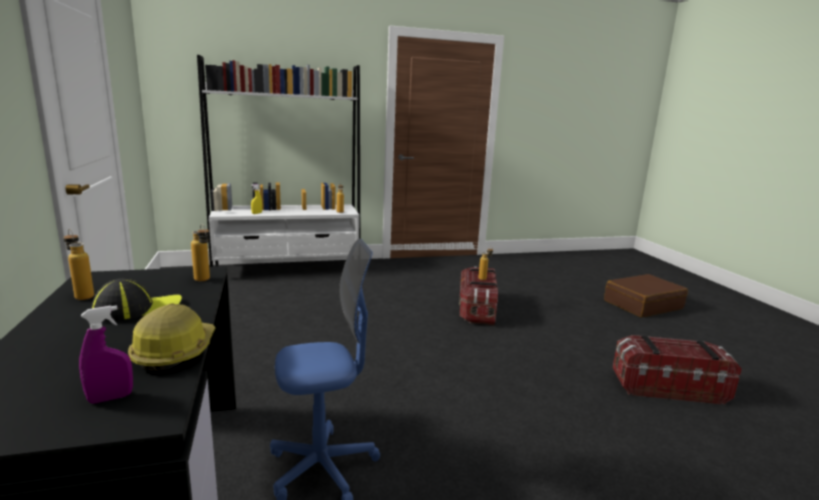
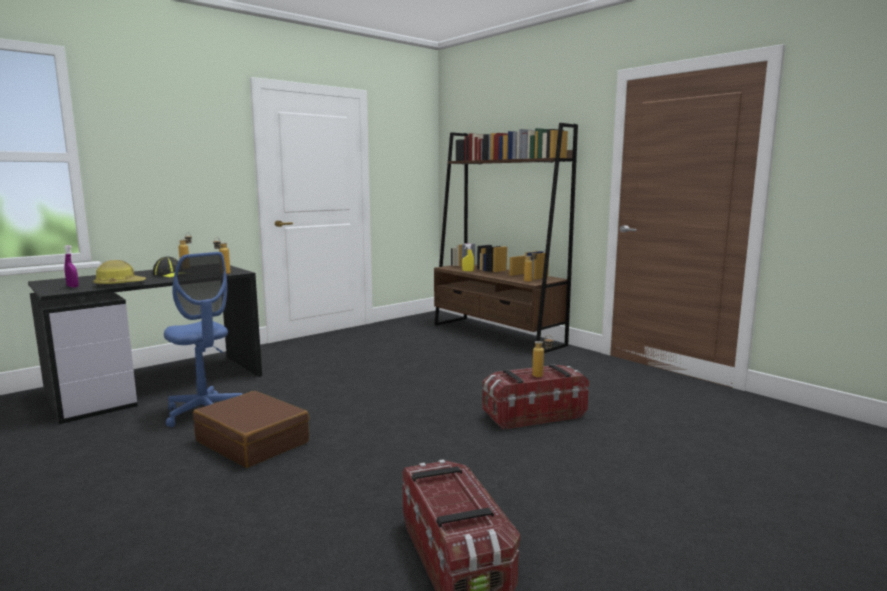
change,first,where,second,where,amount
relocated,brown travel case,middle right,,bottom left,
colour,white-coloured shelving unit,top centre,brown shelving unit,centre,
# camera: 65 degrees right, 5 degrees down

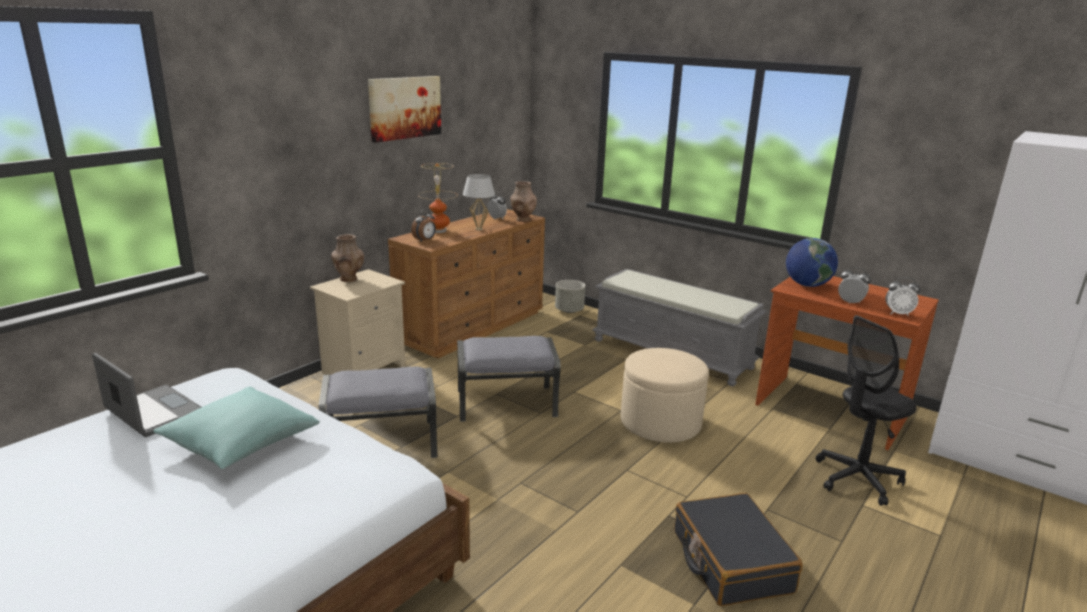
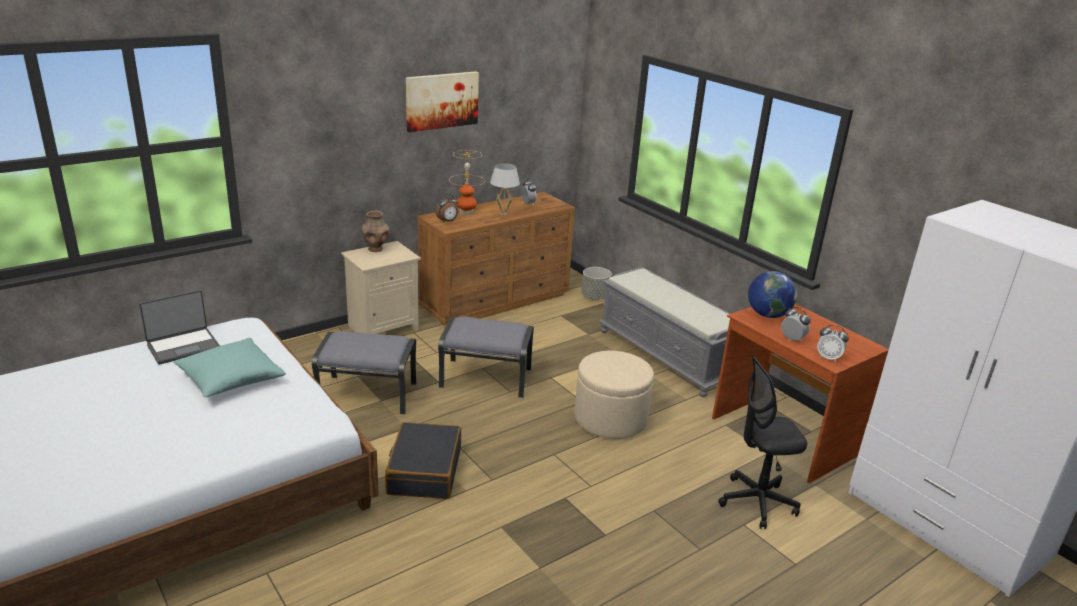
change,first,where,second,where,amount
spun,notebook computer,middle left,,middle left,90 degrees clockwise
relocated,blackish travel case,bottom right,,bottom centre,
missing,brown decorative vase (no. 2 from left),top centre,,,
# camera: 15 degrees right, 5 degrees up

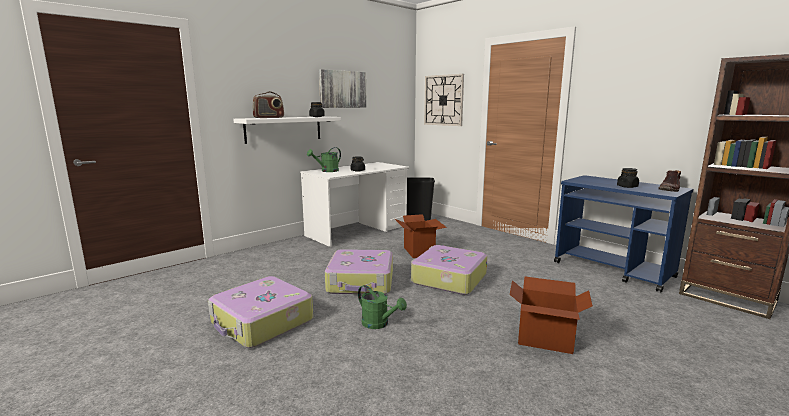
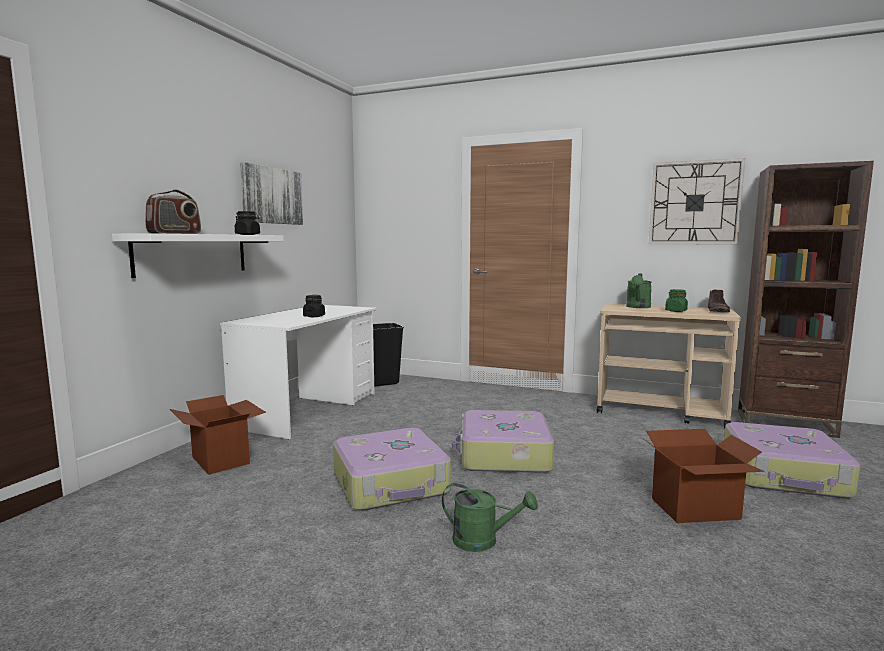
change,first,where,second,where,amount
relocated,cardboard box (no. 1 from left),centre,,bottom left,
colour,bluish trolley,middle right,beige-coloured trolley,middle right,
relocated,green sprinkling can (no. 1 from left in the first image),centre,green sprinkling can (no. 2 from left),middle right,
relocated,clock on the wall,top centre,,top right,
colour,blackish jar (no. 3 from left),middle right,green jar,middle right,
relocated,travel case (no. 1 from left in the first image),bottom left,travel case (no. 3 from left),bottom right,
# camera: 25 degrees left, 5 degrees down

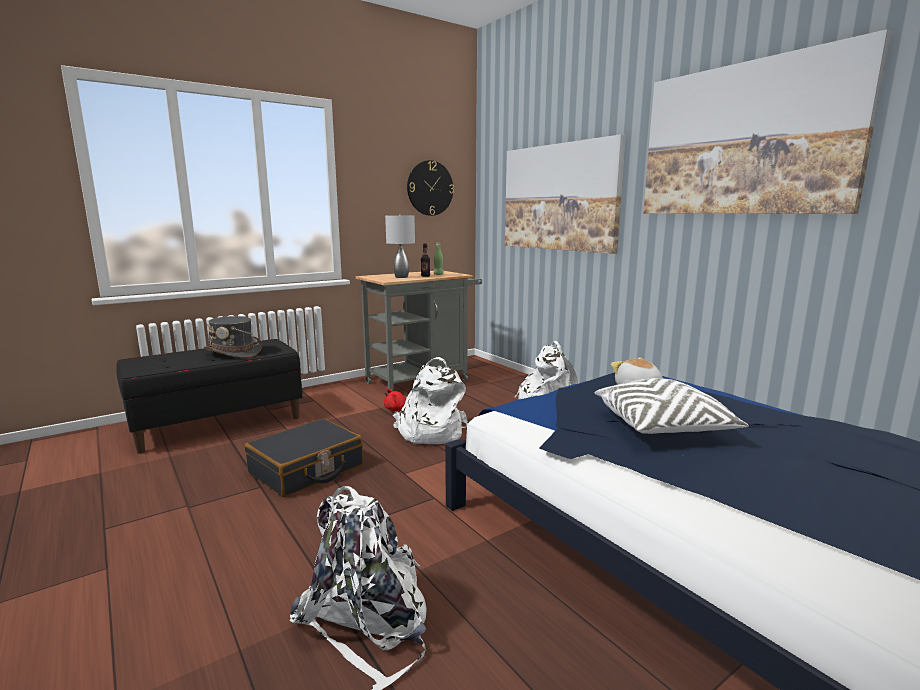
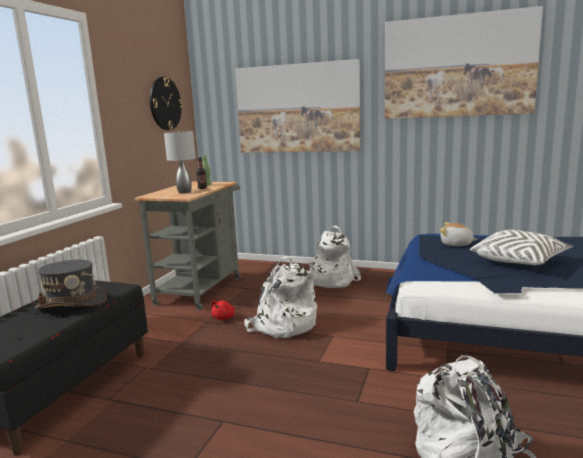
change,first,where,second,where,amount
missing,blackish travel case,middle left,,,
# camera: 35 degrees left, 0 degrees up

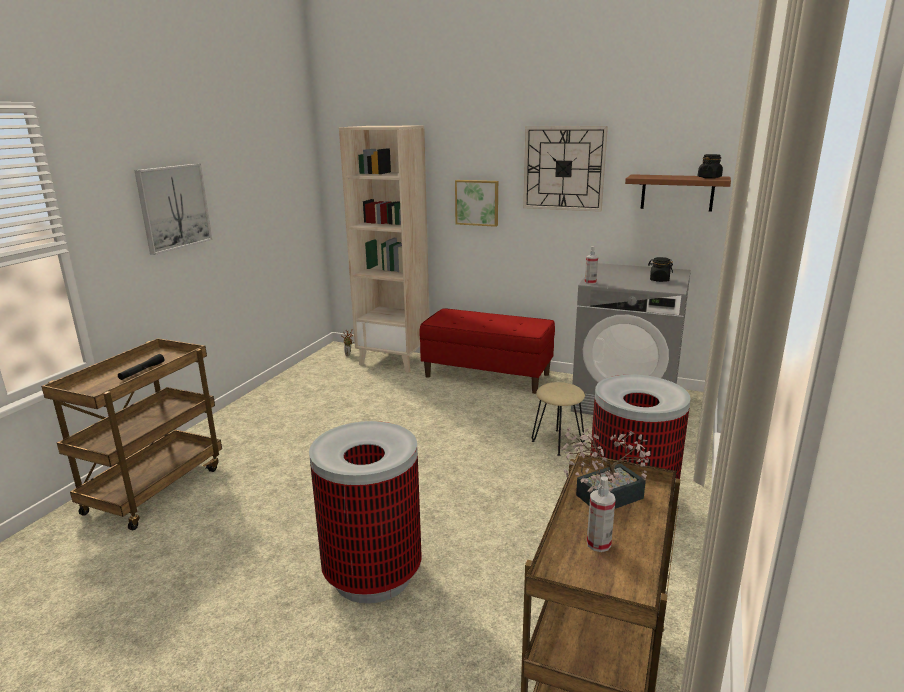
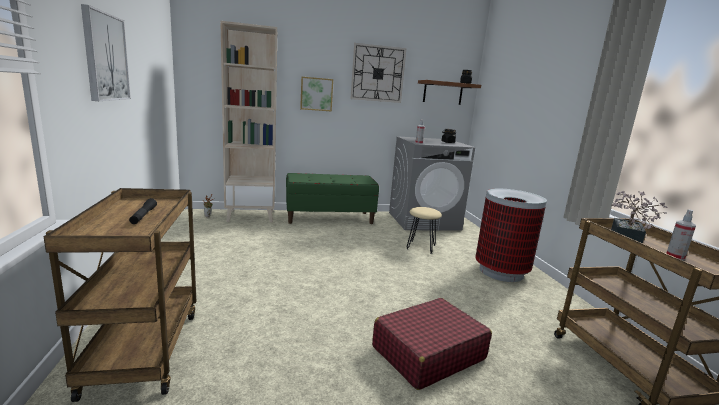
change,first,where,second,where,amount
colour,red indoor bench,centre,green indoor bench,centre,
exchanged,rubbish bin (no. 1 from left),bottom centre,red travel case,bottom centre,
# camera: 35 degrees left, 5 degrees down

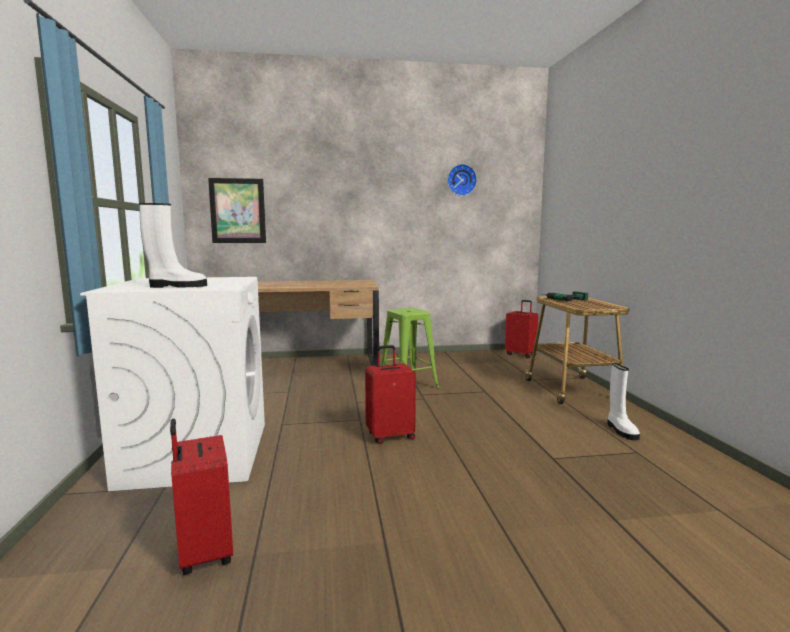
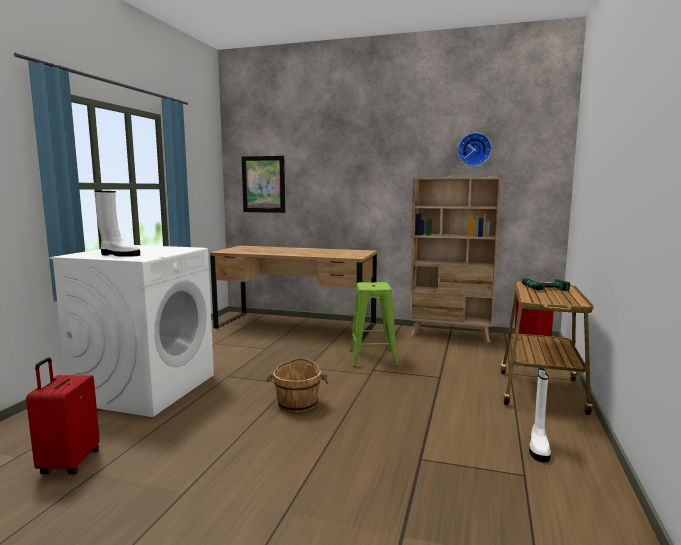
change,first,where,second,where,amount
exchanged,red travel case (no. 2 from left),centre,brown bucket,bottom centre,
appeared,,,beige-coloured shelving unit,middle right,
# camera: 25 degrees right, 0 degrees up

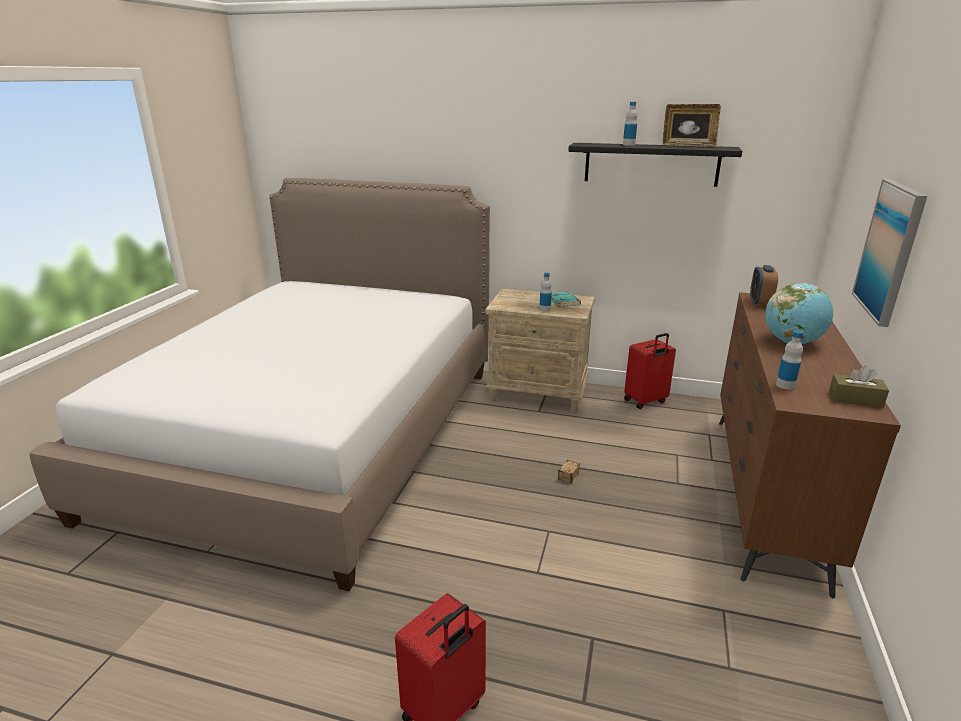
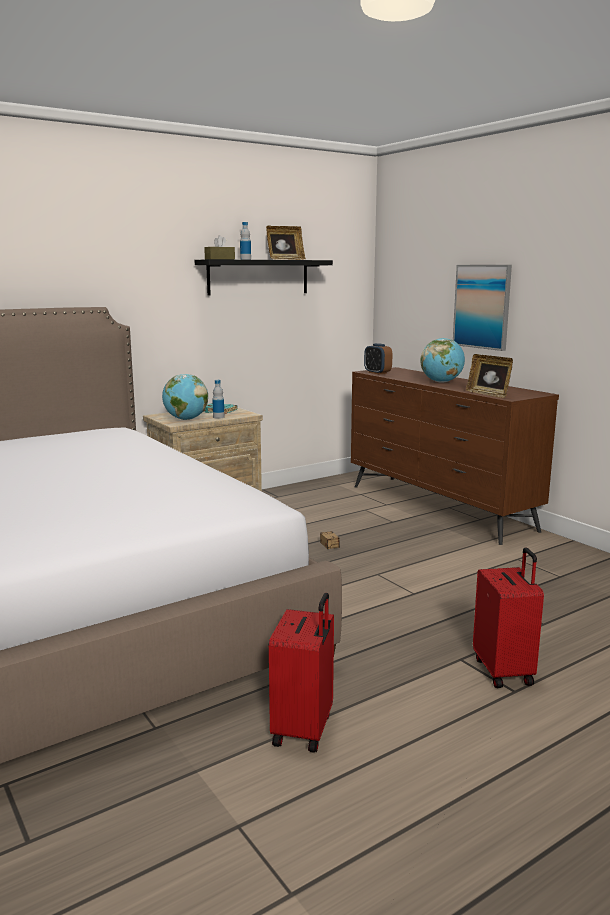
change,first,where,second,where,amount
appeared,,,globe (no. 1 from left),middle left,
relocated,brown box of tissues,middle right,,top centre,
relocated,red travel case (no. 2 from left in the first image),middle right,red travel case (no. 1 from left),bottom centre,
exchanged,bottle (no. 3 from left),middle right,photo frame (no. 2 from left),middle right,
# camera: 50 degrees left, 10 degrees down

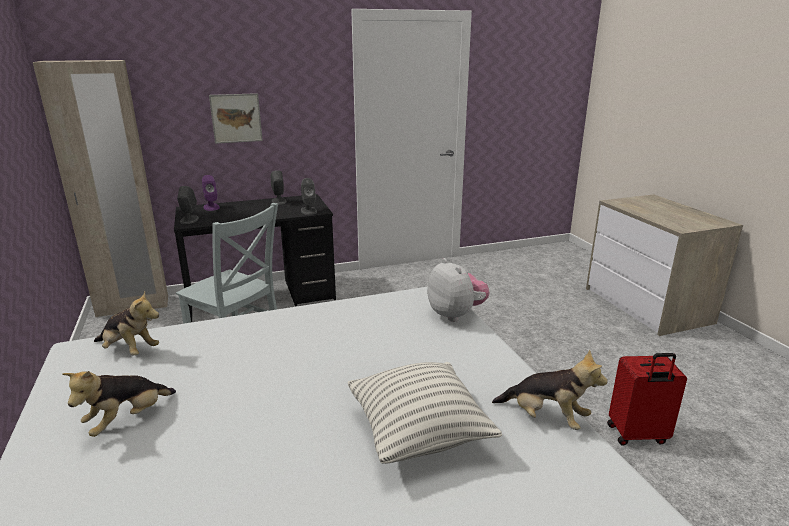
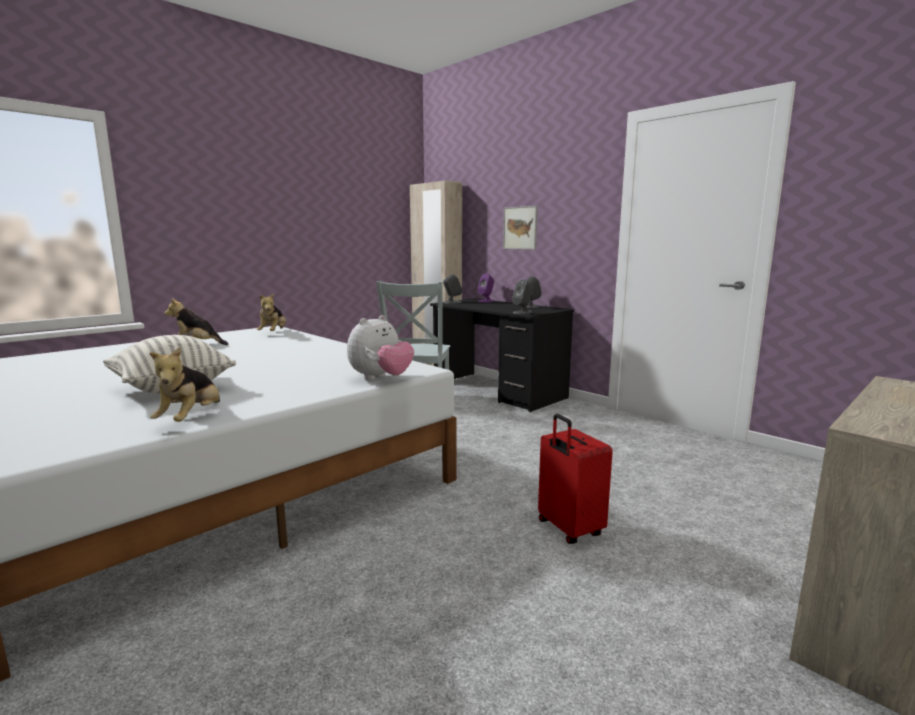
change,first,where,second,where,amount
relocated,red travel case,bottom right,,bottom centre,
# camera: 65 degrees right, 10 degrees down

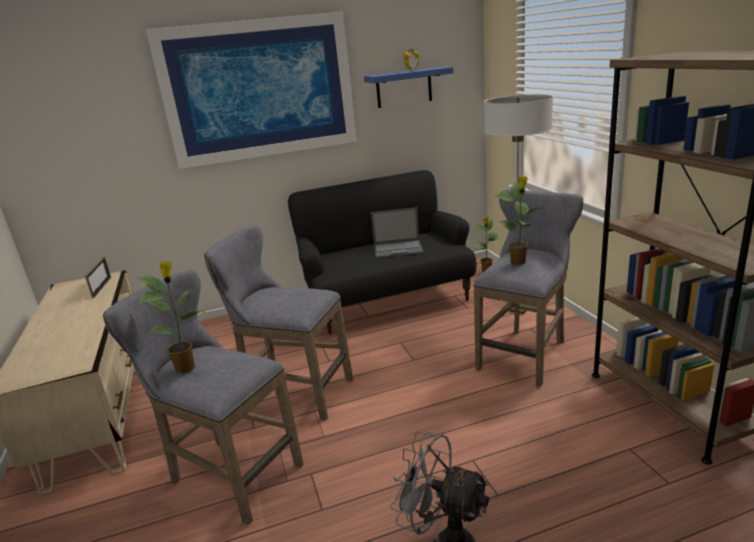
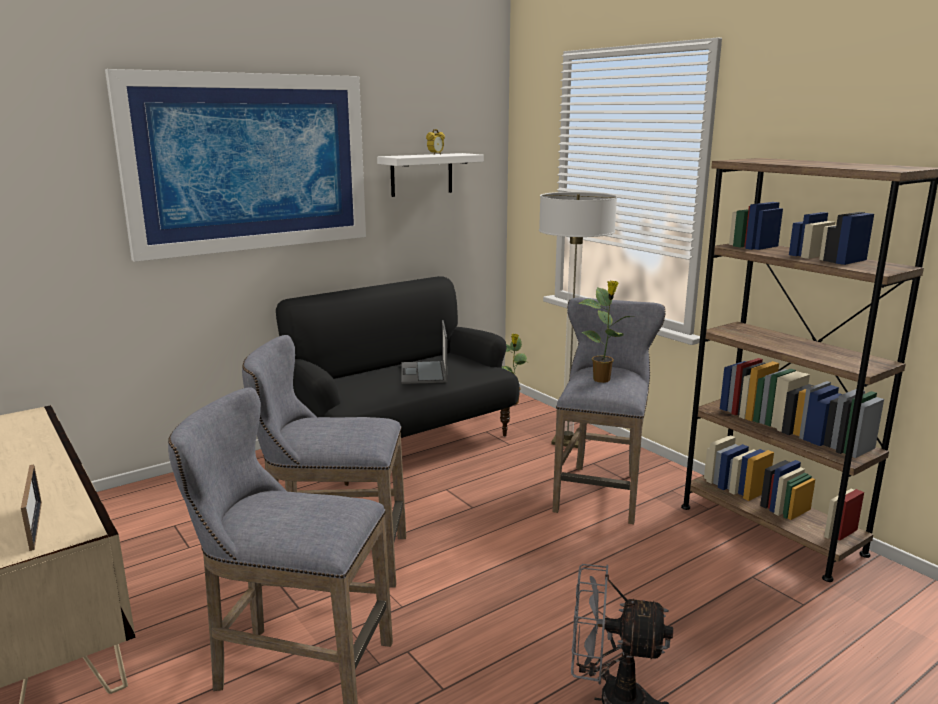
change,first,where,second,where,amount
relocated,photo frame,middle left,,bottom left,
colour,bluish bracket shelf,top centre,white-coloured bracket shelf,top centre,
spun,notebook computer,centre,,centre,105 degrees clockwise
missing,potted plant (no. 1 from left),middle left,,,
# camera: 20 degrees left, 5 degrees down

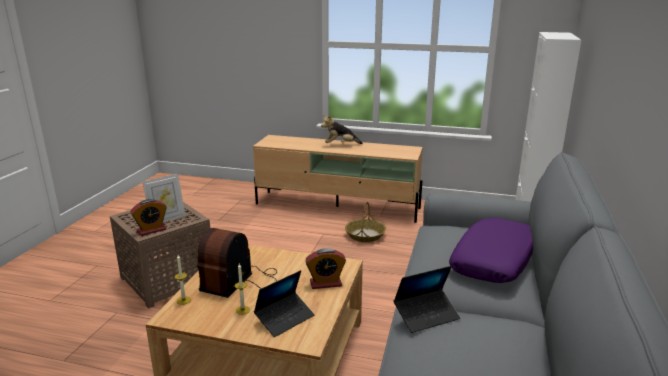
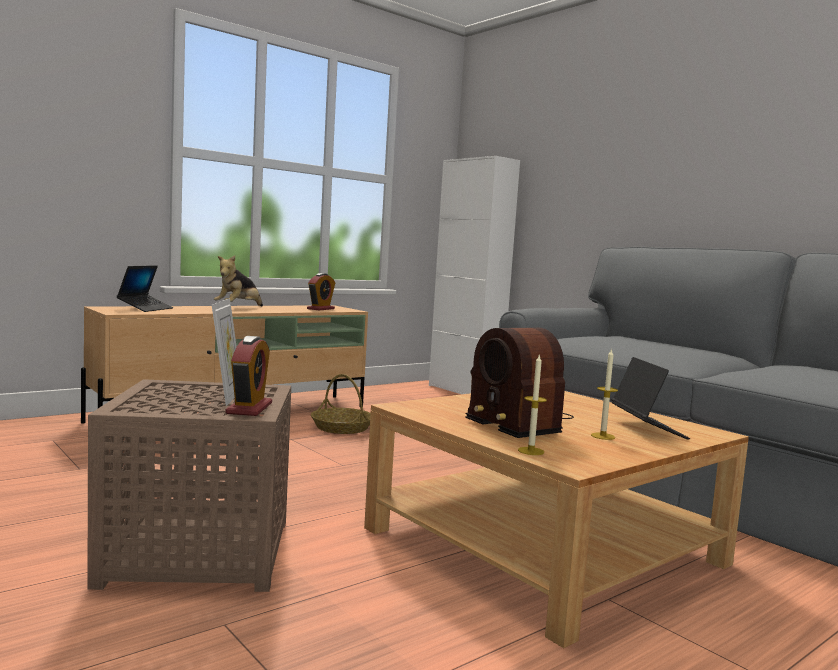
change,first,where,second,where,amount
relocated,notebook computer (no. 2 from left in the first image),bottom centre,notebook computer (no. 1 from left),middle left,
relocated,bedside clock (no. 2 from left),bottom centre,,centre,
missing,purple-coloured pillow,middle right,,,
# camera: 55 degrees left, 15 degrees down

